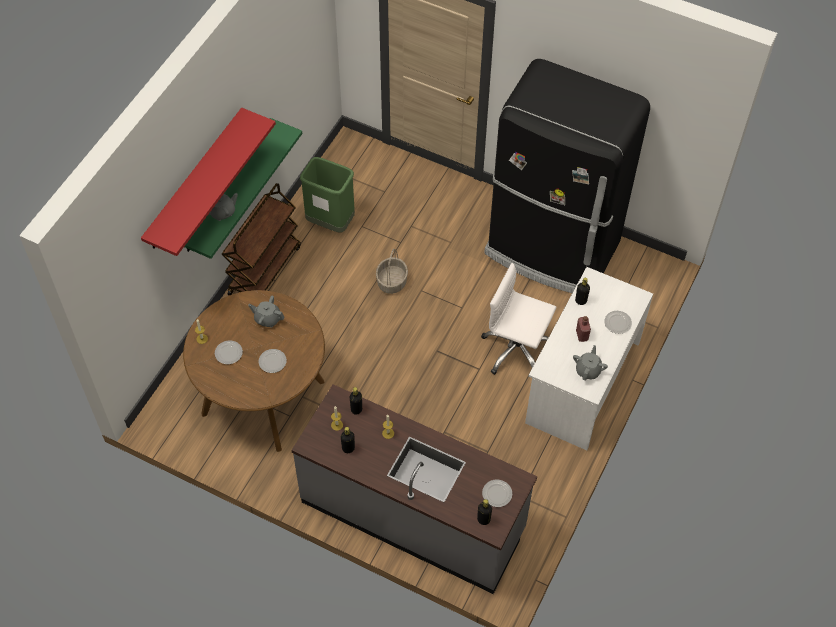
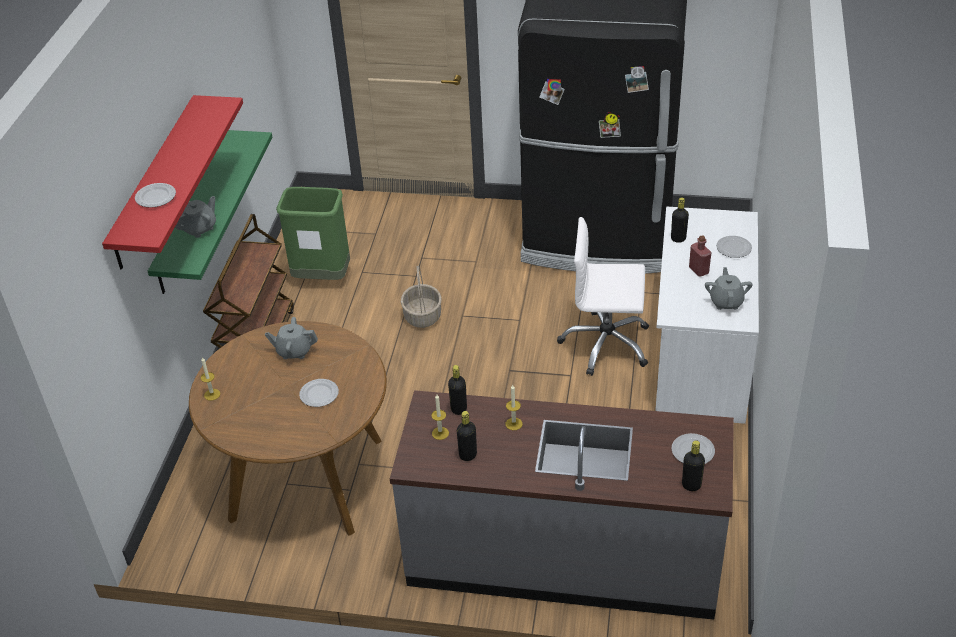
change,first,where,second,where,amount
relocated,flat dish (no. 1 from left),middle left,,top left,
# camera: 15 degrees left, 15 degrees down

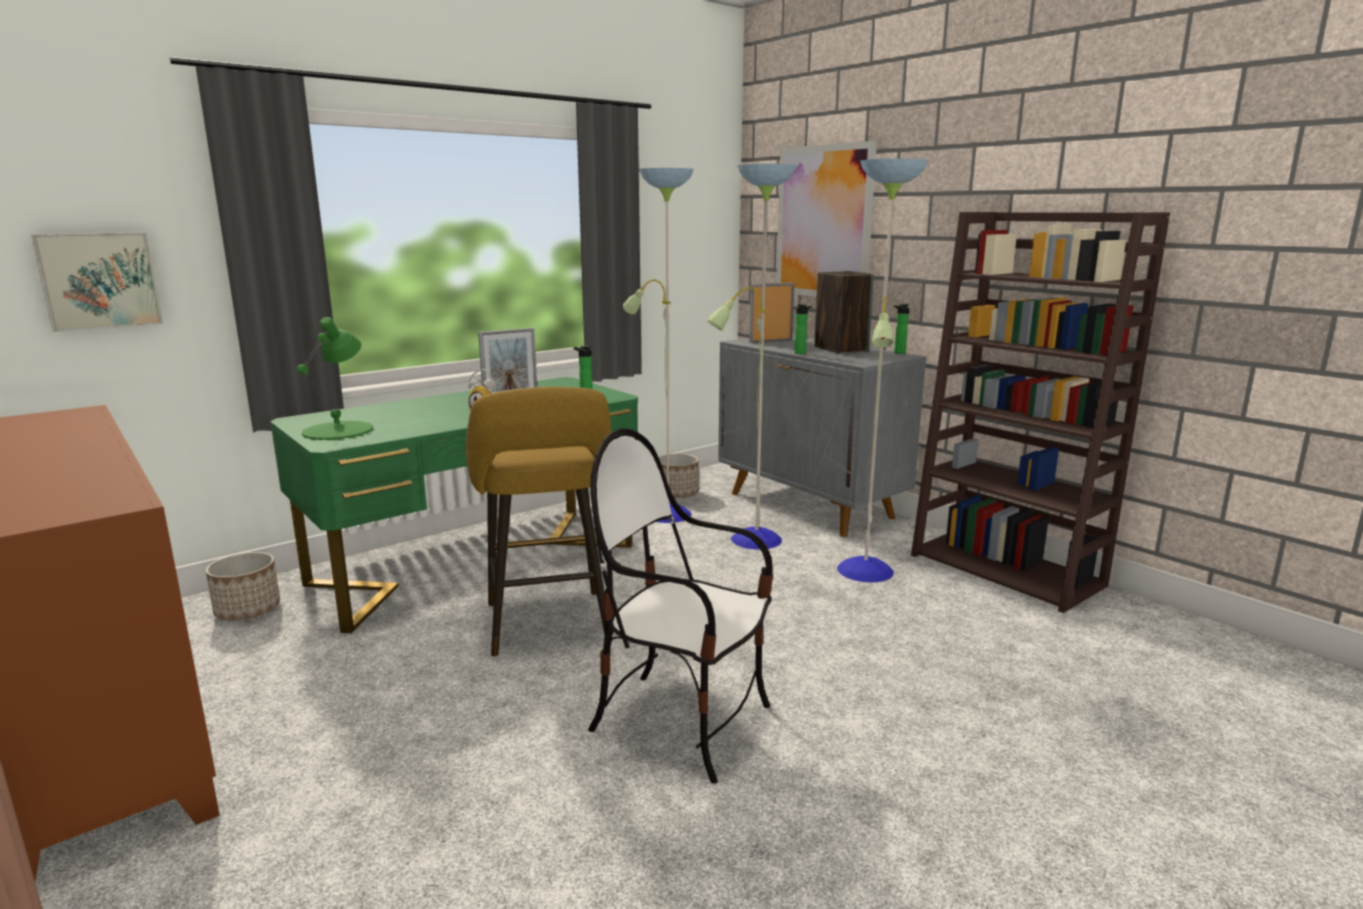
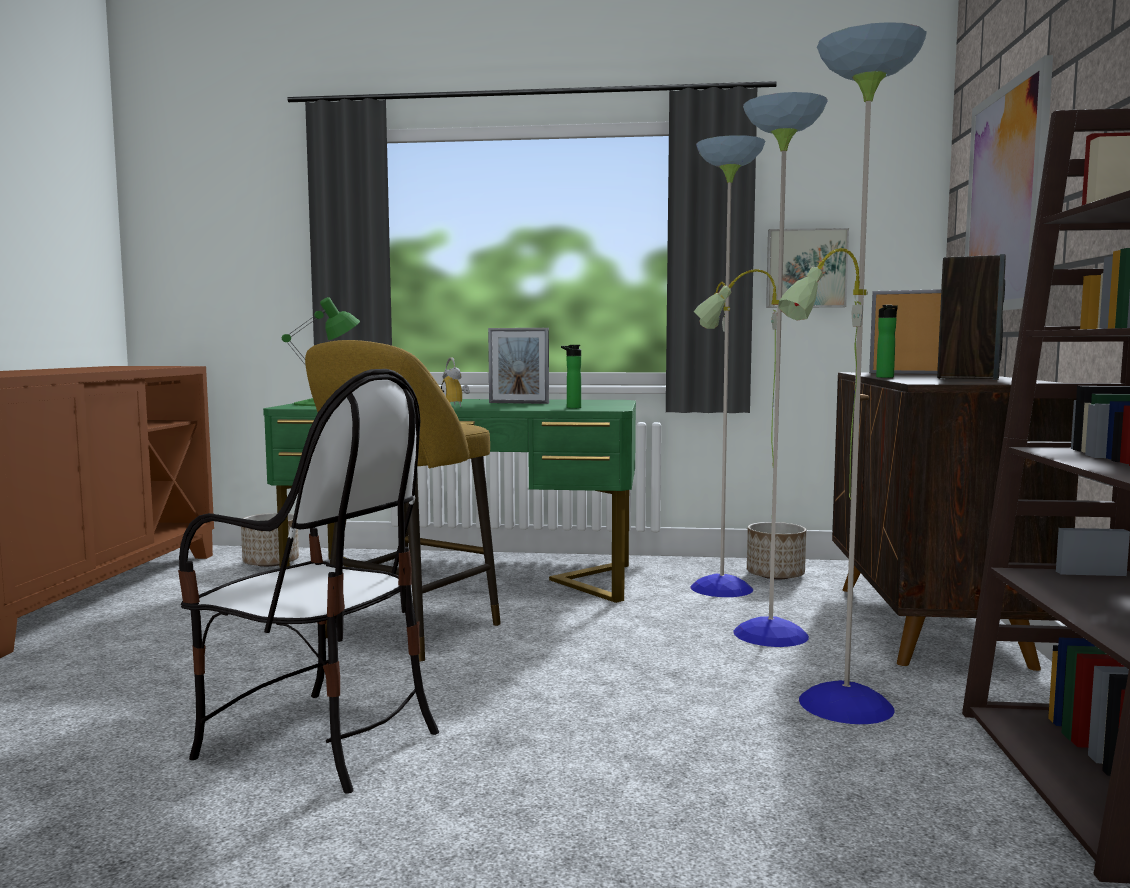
change,first,where,second,where,amount
spun,plain chair,bottom centre,,middle left,135 degrees clockwise
relocated,wall art (no. 1 from left),top left,,top right,
colour,grey storage cabinet,centre,brown storage cabinet (no. 2 from left),middle right,
missing,bottle (no. 3 from left),centre,,,
# camera: 45 degrees right, 10 degrees down

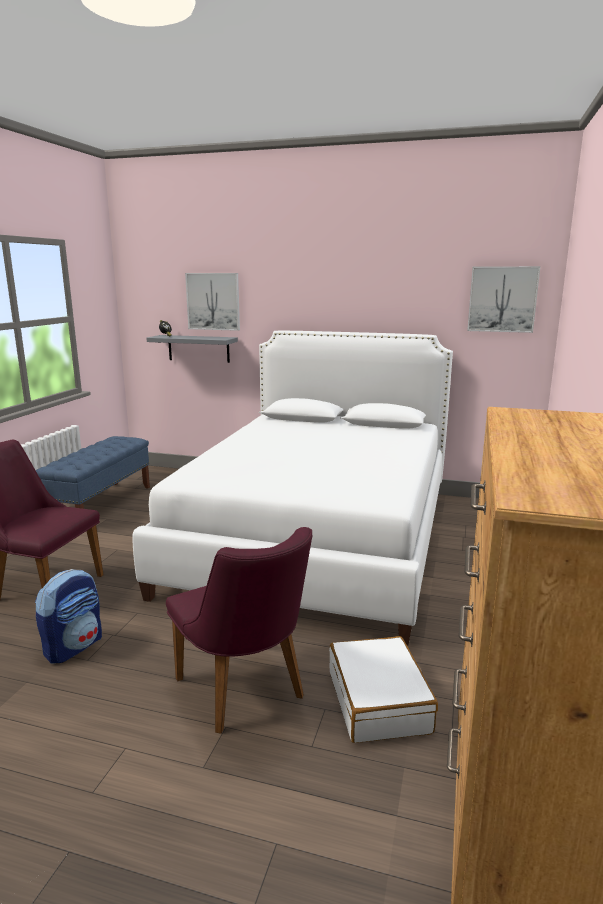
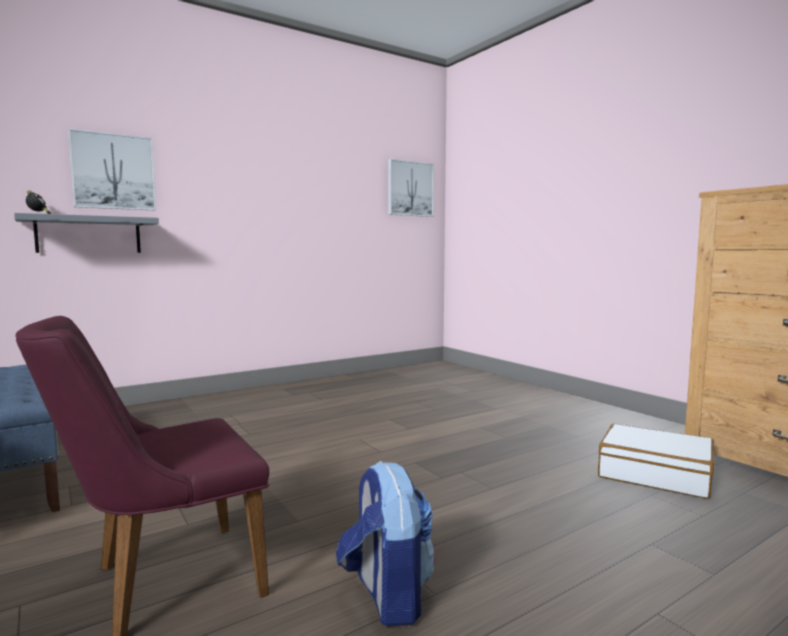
change,first,where,second,where,amount
missing,white-coloured sleeping bed,centre,,,
missing,purple-coloured plain chair (no. 2 from left),bottom centre,,,
# camera: 50 degrees left, 10 degrees down

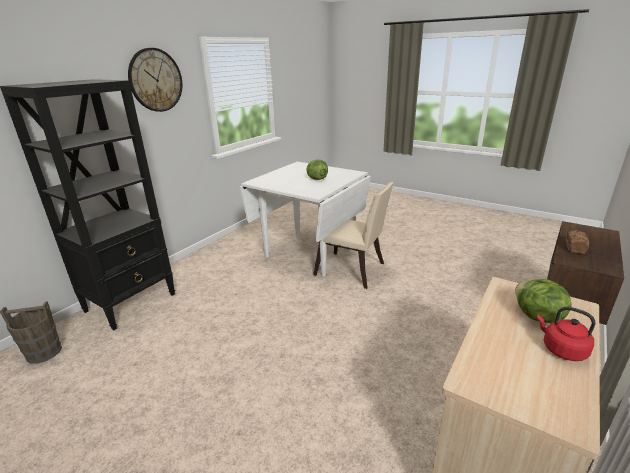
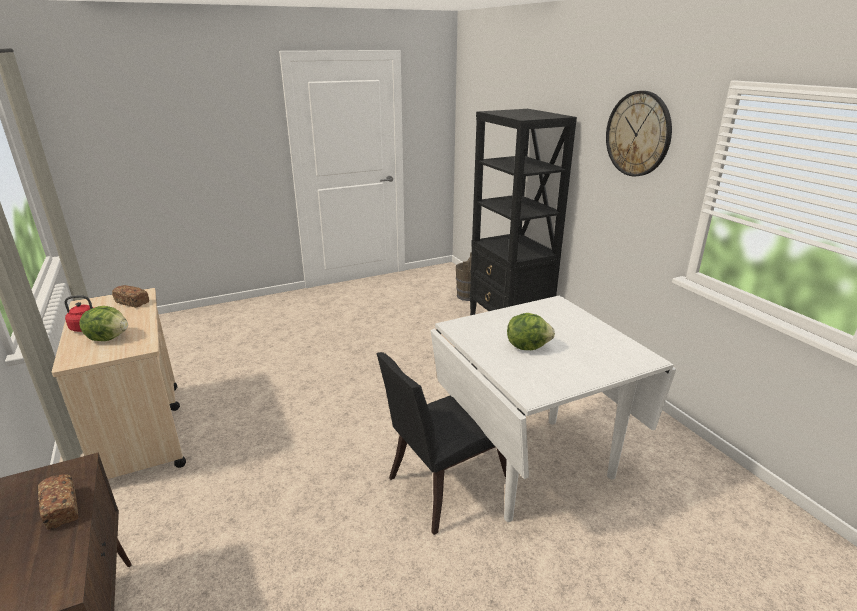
change,first,where,second,where,amount
appeared,,,bread (no. 2 from left),middle left,
colour,beige-coloured plain chair,centre,blackish plain chair,bottom centre,
# camera: 120 degrees right, 0 degrees up

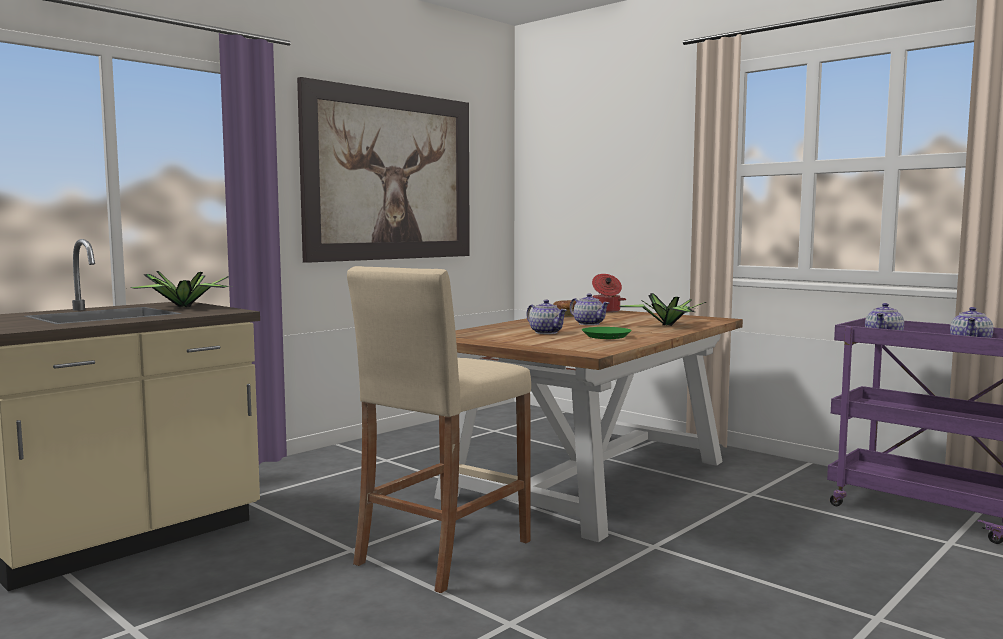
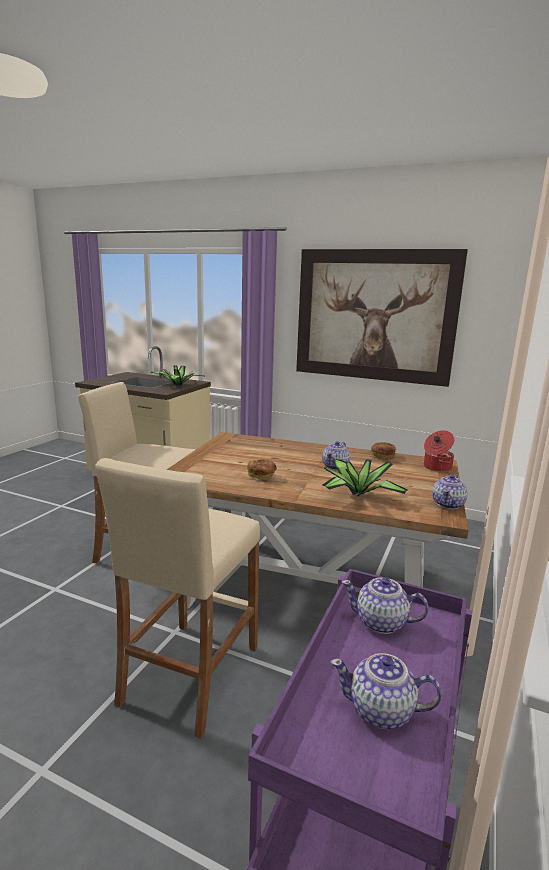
change,first,where,second,where,amount
appeared,,,beige-coloured stool seat (no. 2 from left),bottom left,
exchanged,green flat dish,centre,bread (no. 1 from left),centre,
relocated,pot for tea (no. 1 from left in the first image),centre,pot for tea (no. 4 from left),middle right,
# camera: 70 degrees right, 10 degrees up

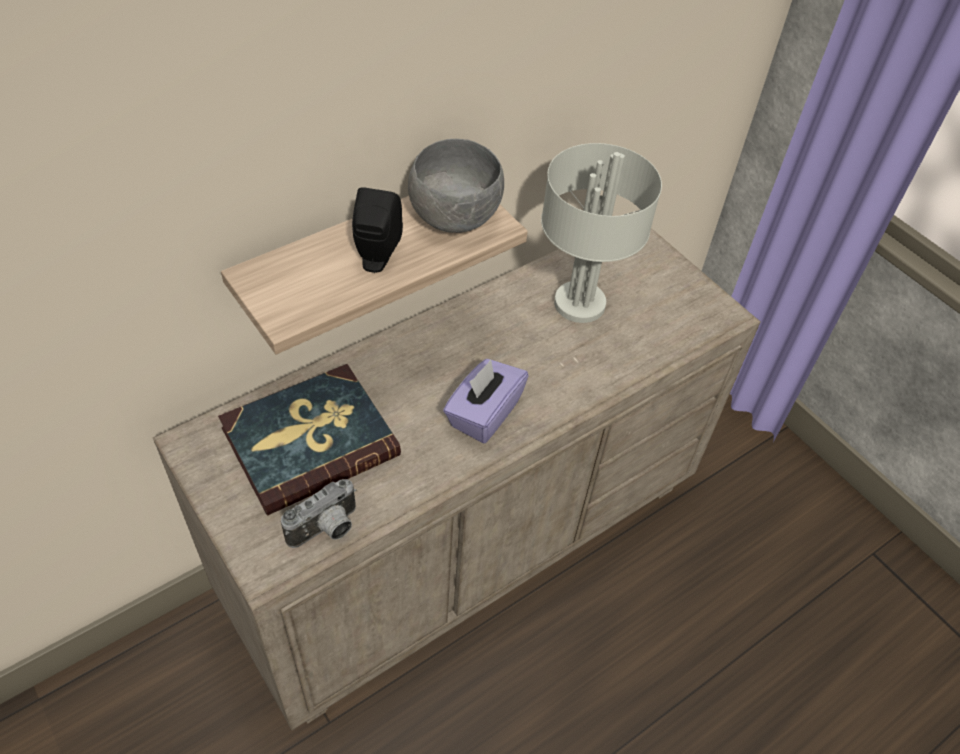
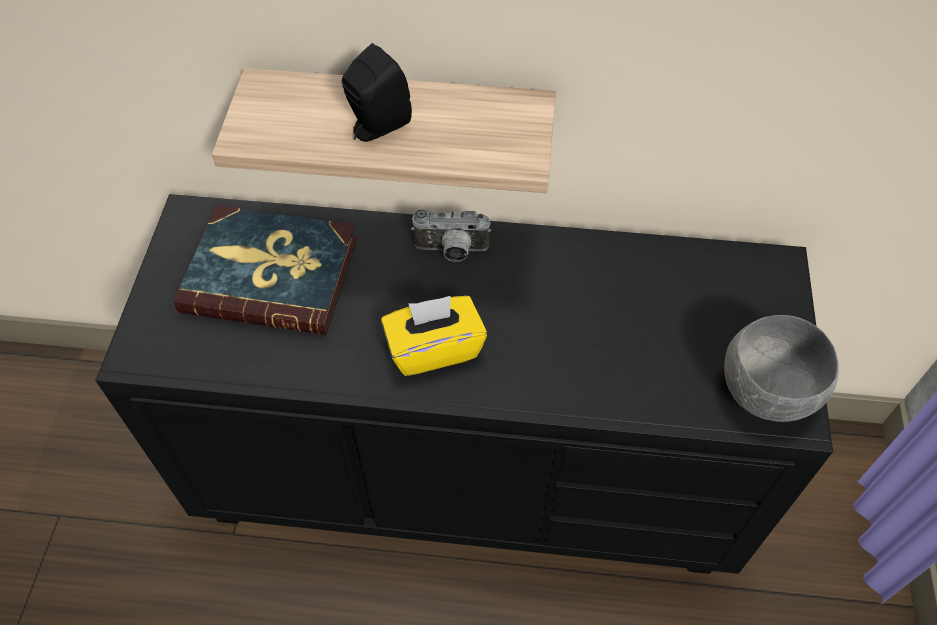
change,first,where,second,where,amount
colour,beige-coloured drawer chest,centre,blackish drawer chest,centre,
colour,purple-coloured box of tissues,centre,yellow box of tissues,centre,
relocated,still camera,bottom left,,centre,
relocated,grey bowl,top centre,,middle right,
missing,grey table lamp,top centre,,,
# camera: 45 degrees right, 5 degrees up

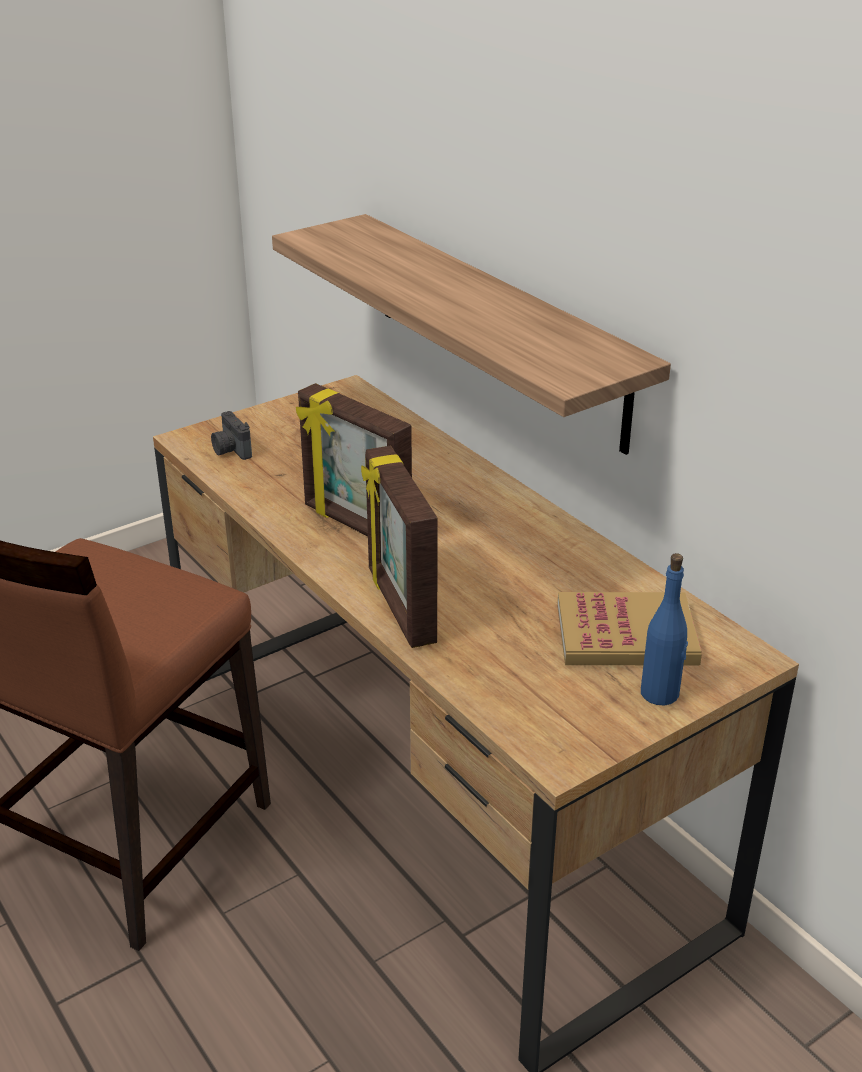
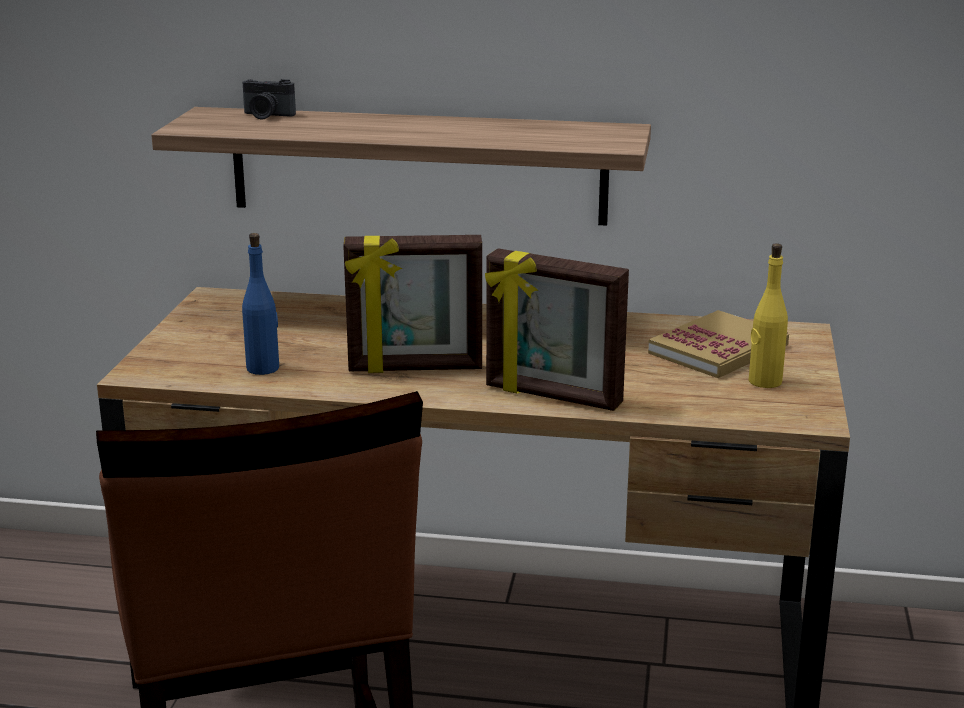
change,first,where,second,where,amount
relocated,still camera,middle left,,top left,
relocated,bluish bottle,middle right,,middle left,
appeared,,,yellow bottle,middle right,
# camera: 45 degrees left, 10 degrees down

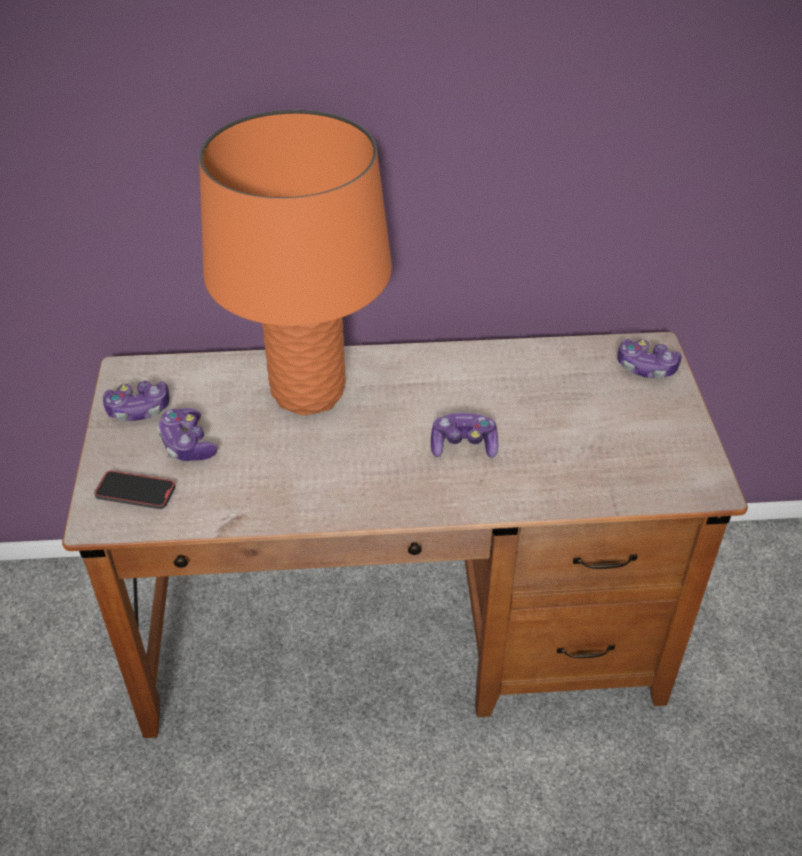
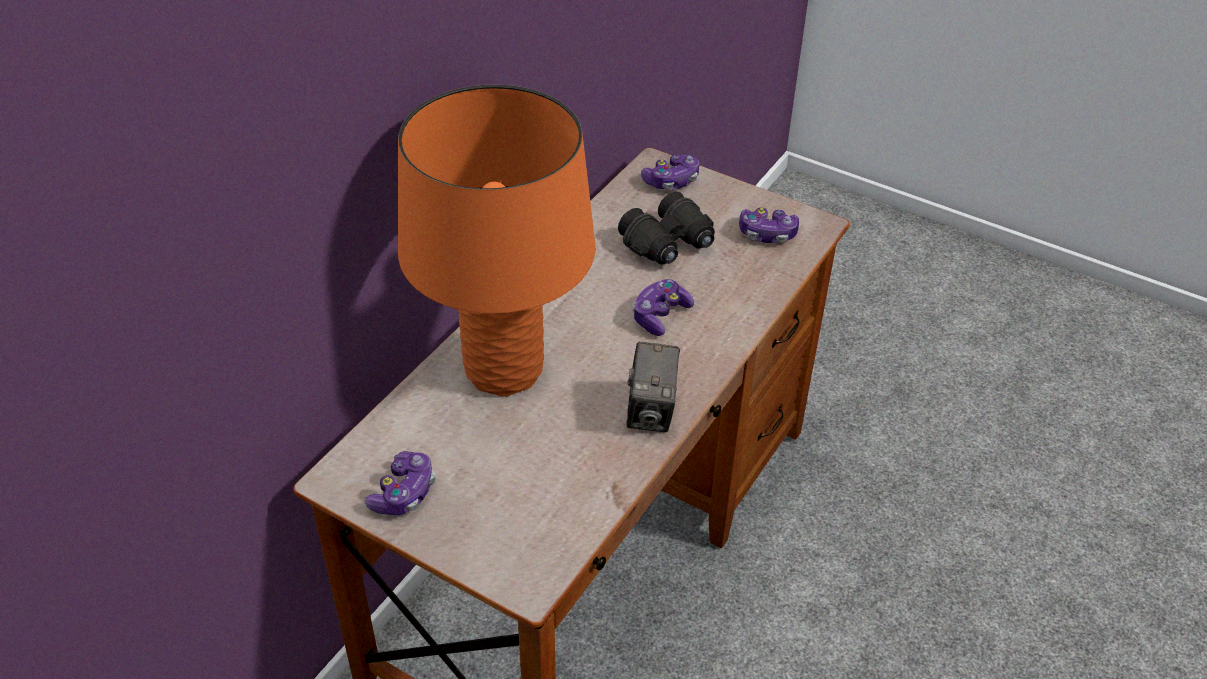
change,first,where,second,where,amount
appeared,,,blackish pair of binoculars,centre,
appeared,,,still camera,centre,
relocated,game controller (no. 2 from left in the first image),middle left,game controller (no. 4 from left),top centre,
missing,handset,middle left,,,
# camera: 55 degrees left, 0 degrees up

